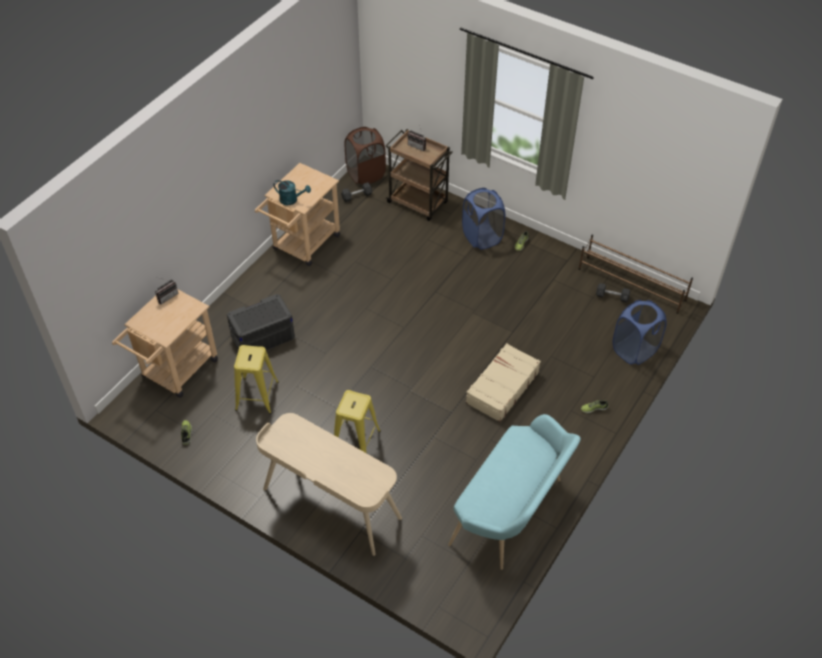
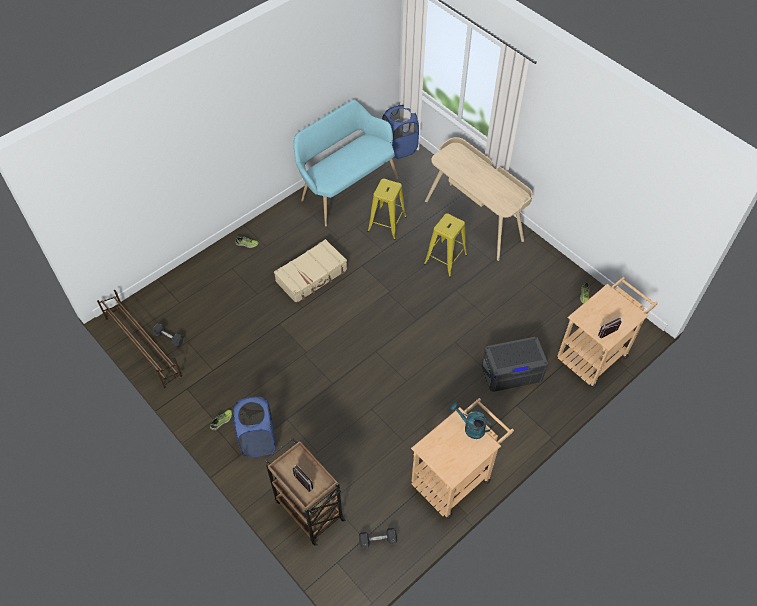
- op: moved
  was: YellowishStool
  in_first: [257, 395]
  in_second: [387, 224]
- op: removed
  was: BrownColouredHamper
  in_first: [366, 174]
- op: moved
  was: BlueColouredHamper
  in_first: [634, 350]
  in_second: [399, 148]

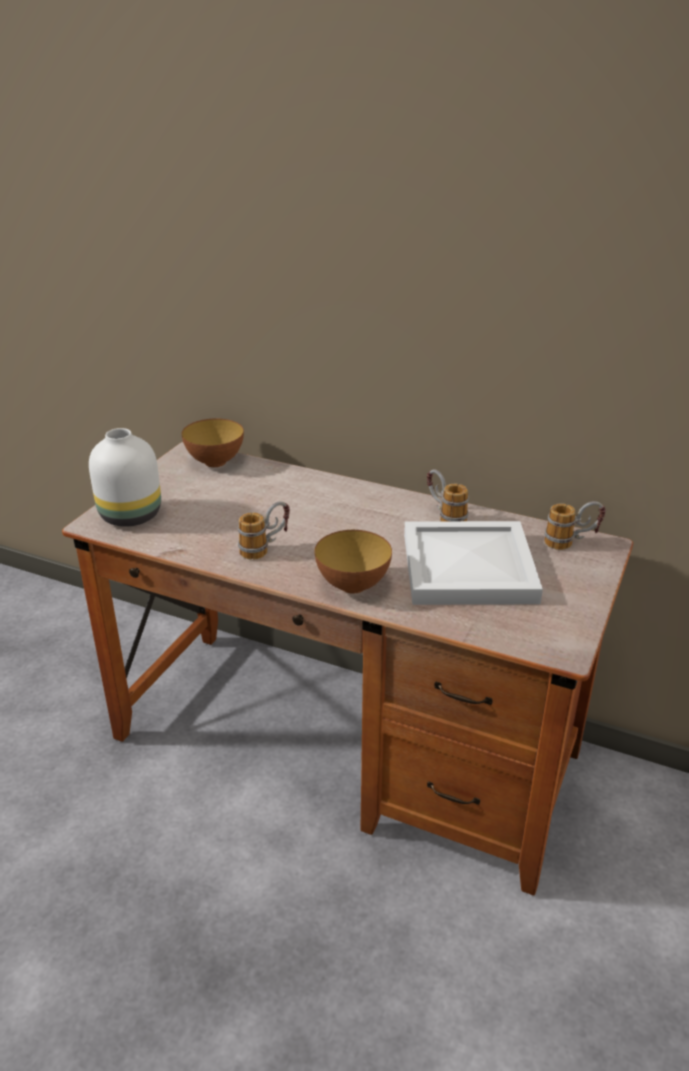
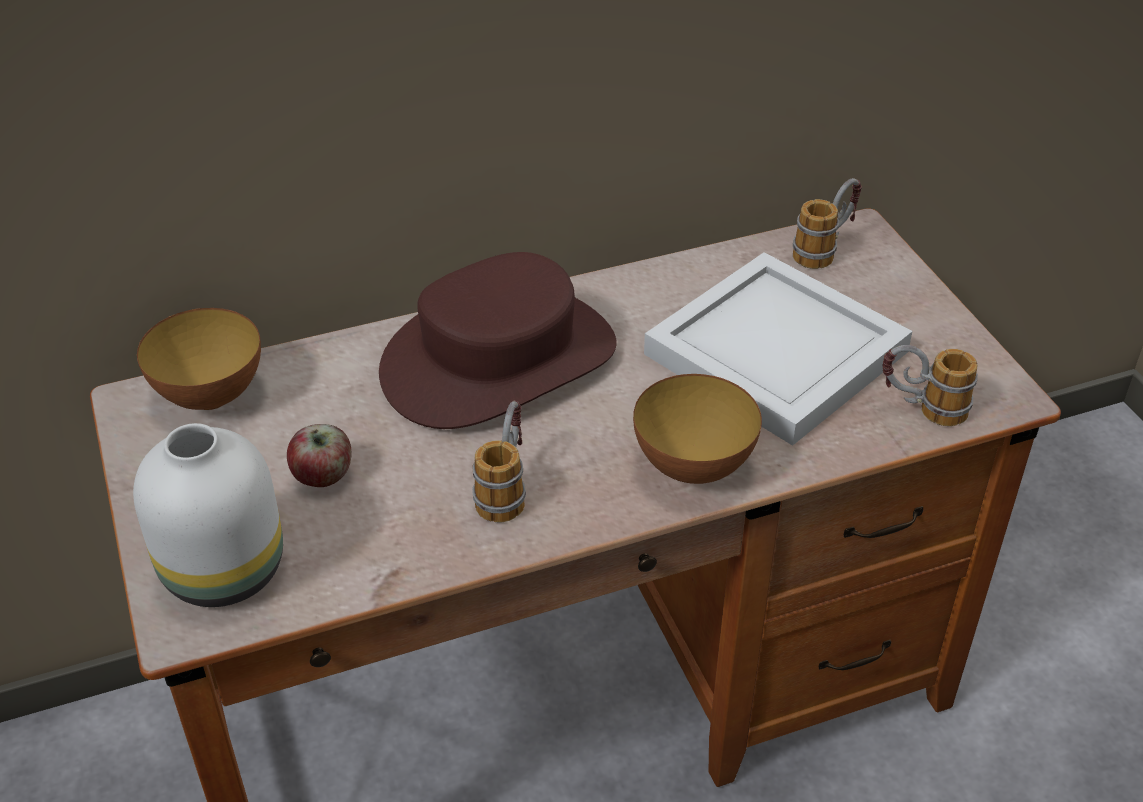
- op: moved
  was: CoffeeMug
  in_first: [444, 516]
  in_second: [921, 409]
- op: added
  now: AppleFruit
  in_second: [323, 476]
- op: added
  now: BrownColouredWearableHat
  in_second: [499, 359]

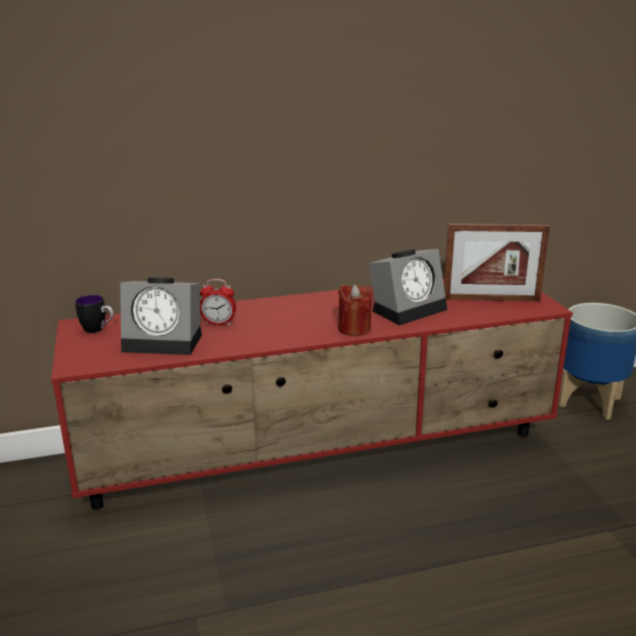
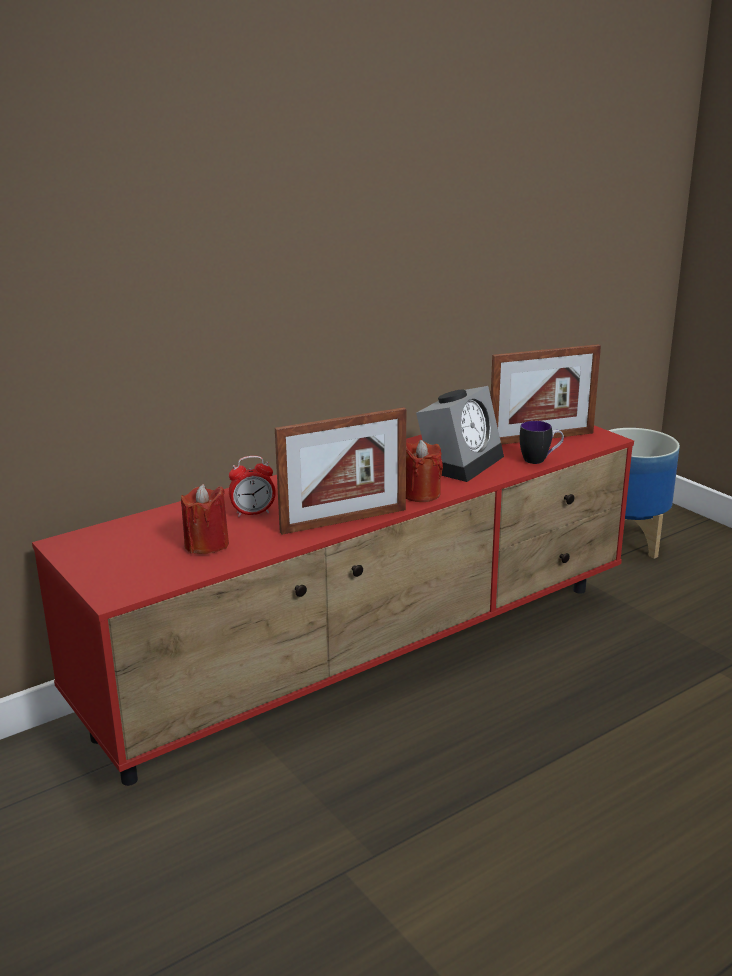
- op: moved
  was: CoffeeMug
  in_first: [98, 330]
  in_second: [540, 460]
- op: replaced
  was: BedsideClock
  now: ReddishCandle
  in_first: [166, 341]
  in_second: [206, 544]
- op: added
  now: StandingFrame
  in_second: [344, 521]

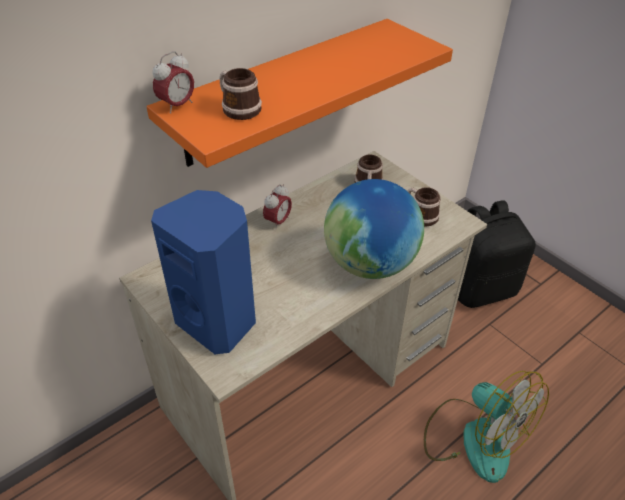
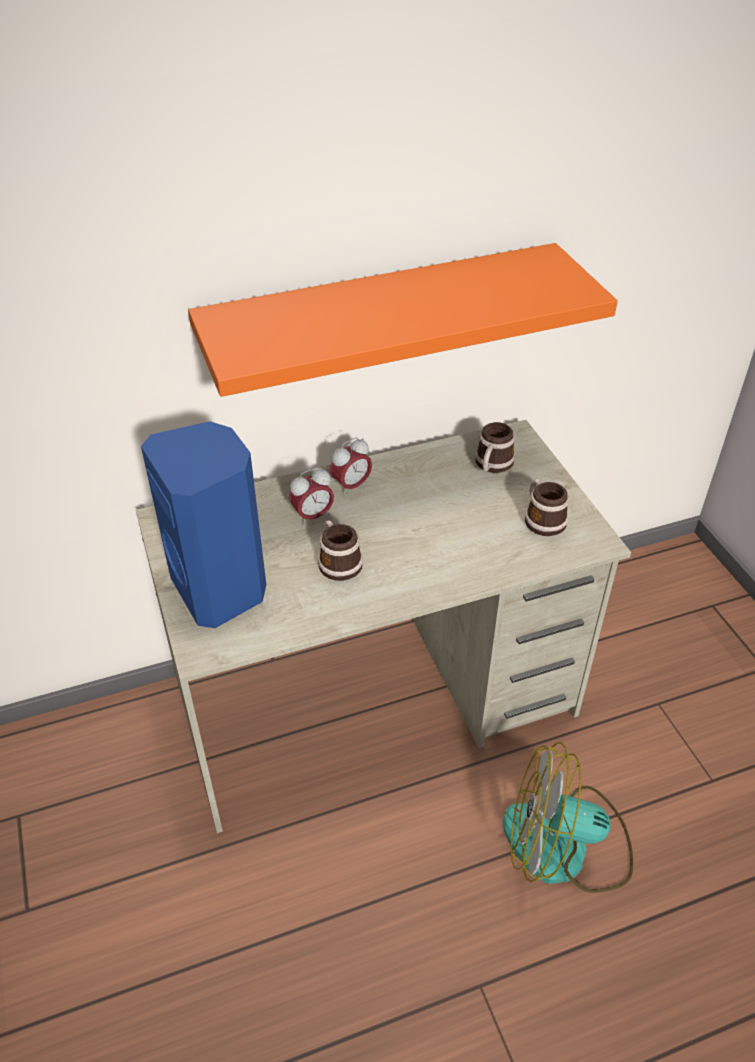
- op: moved
  was: BedsideClock
  in_first: [177, 106]
  in_second: [313, 516]
- op: moved
  was: CoffeeMug
  in_first: [238, 108]
  in_second: [338, 561]
- op: removed
  was: DeskGlobe
  in_first: [370, 264]
- op: turned
  was: CoolingFan
  in_first: [474, 437]
  in_second: [565, 848]
  clockwise: 120
- op: removed
  was: BlackColouredKnapsack
  in_first: [480, 288]

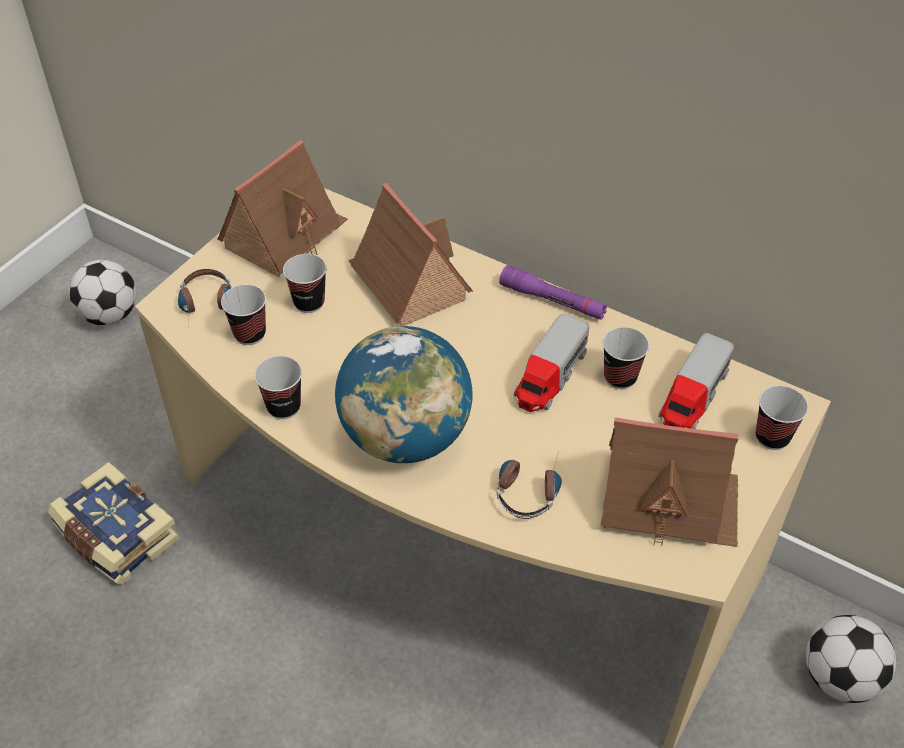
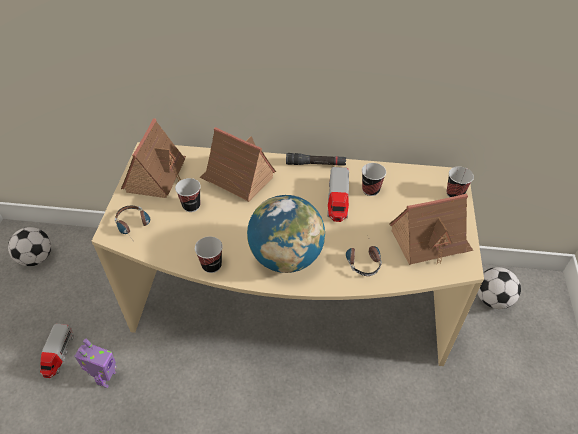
- op: replaced
  was: Volume
  now: RobotFigure
  in_first: [116, 536]
  in_second: [105, 378]
- op: removed
  was: DrinkingCup
  in_first: [250, 334]
- op: recoloured
  was: PurpleTorch
  now: BlackColouredTorch
  in_first: [552, 301]
  in_second: [315, 164]
- op: moved
  was: ModelTruck
  in_first: [692, 397]
  in_second: [58, 354]

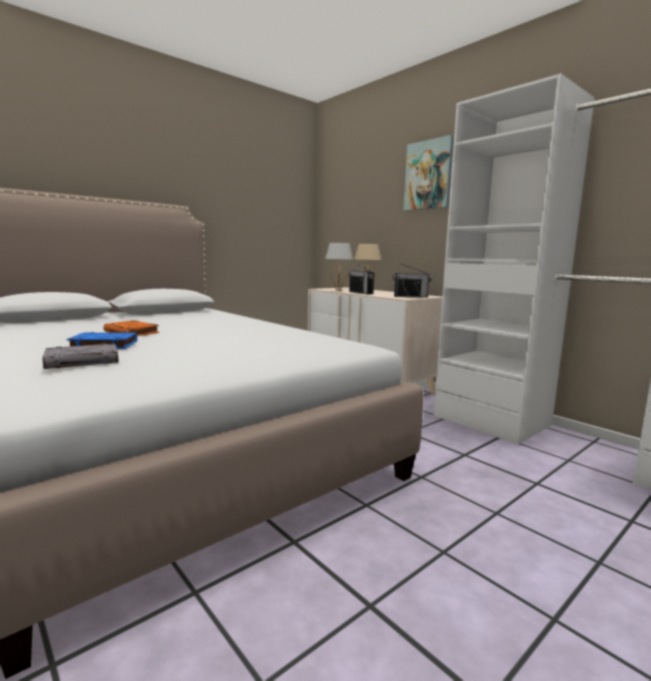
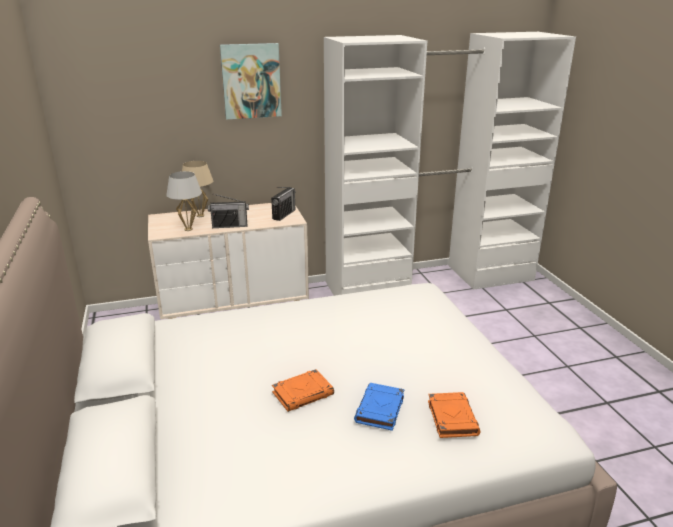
- op: recoloured
  was: GreyishVolume
  now: OrangeVolume
  in_first: [83, 361]
  in_second: [451, 417]

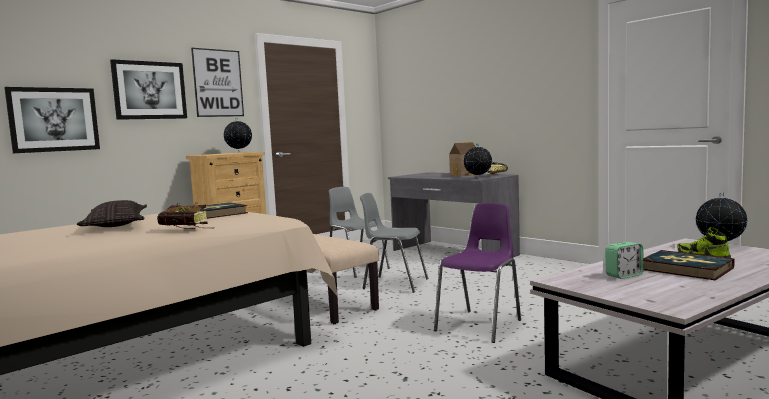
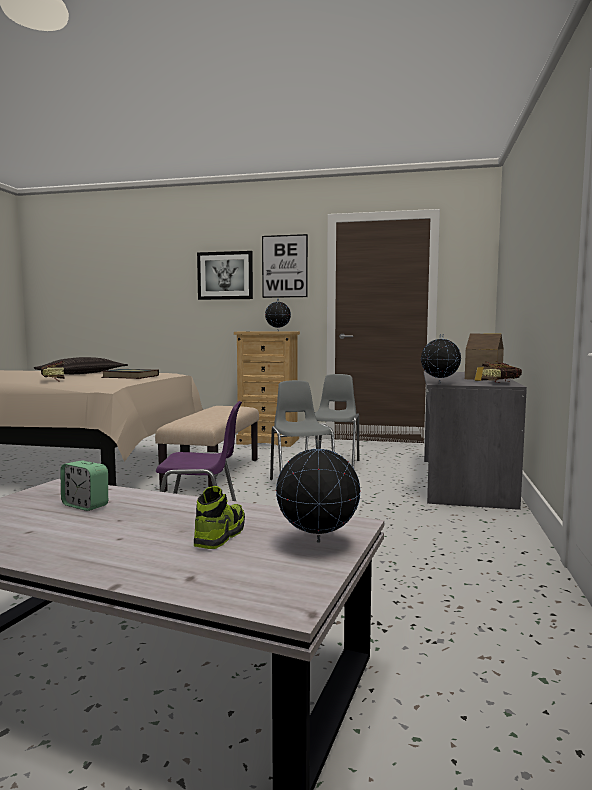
- op: removed
  was: WallPicture
  in_first: [54, 119]
- op: removed
  was: Volume
  in_first: [686, 269]

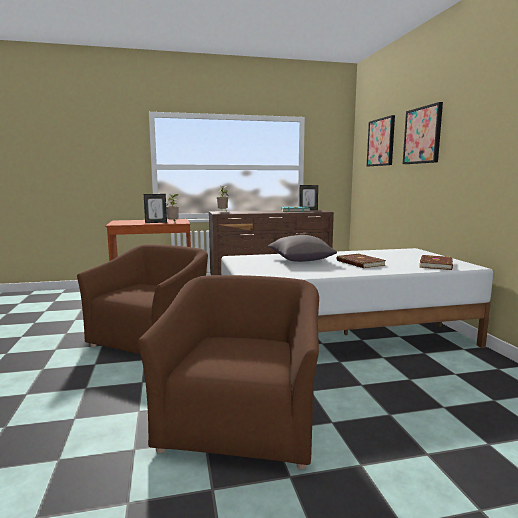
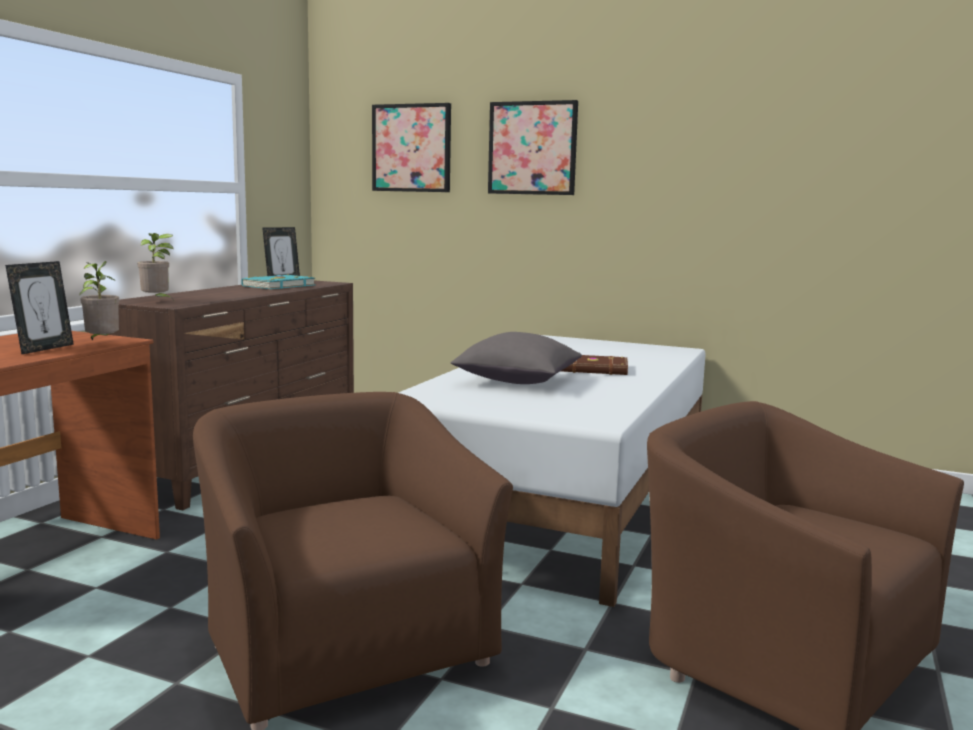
- op: removed
  was: BrownColouredVolume
  in_first: [437, 265]

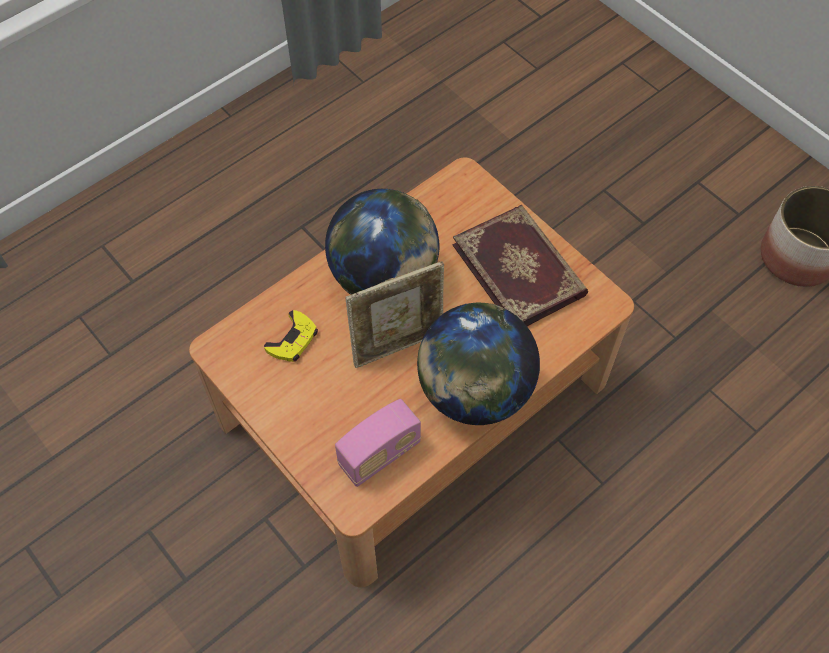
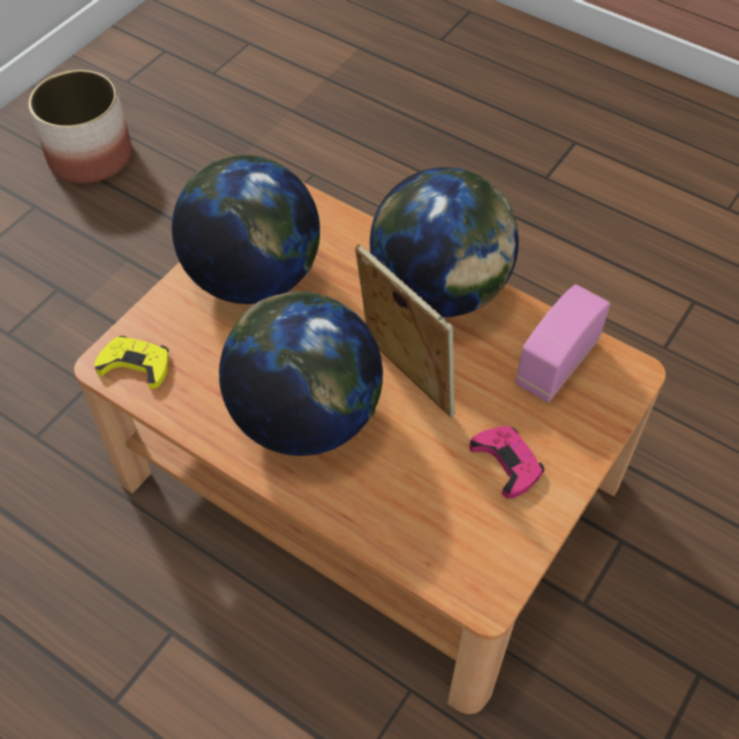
- op: moved
  was: YellowishJoypad
  in_first: [293, 340]
  in_second: [136, 365]
- op: turned
  was: RadioSet
  in_first: [379, 454]
  in_second: [556, 363]
  clockwise: -90
- op: replaced
  was: Volume
  now: DeskGlobe
  in_first: [520, 269]
  in_second: [253, 278]
- op: added
  now: PinkJoypad
  in_second: [507, 463]

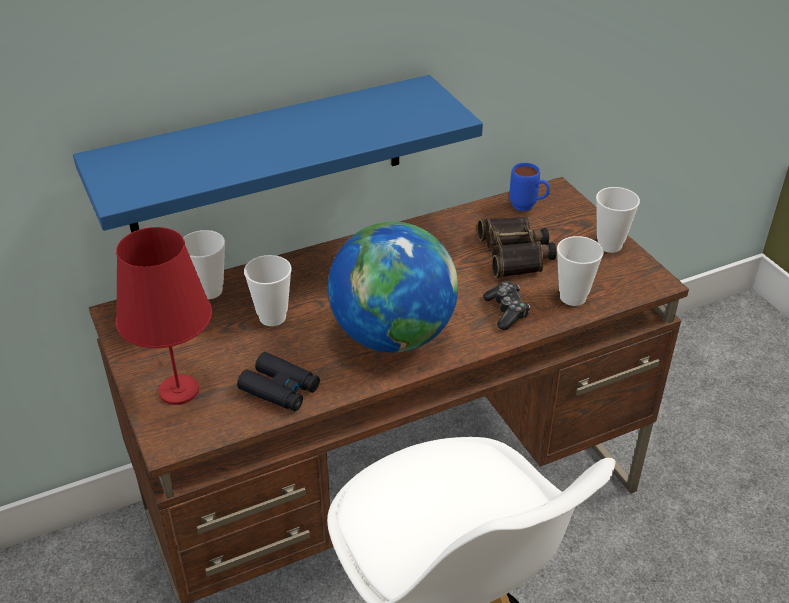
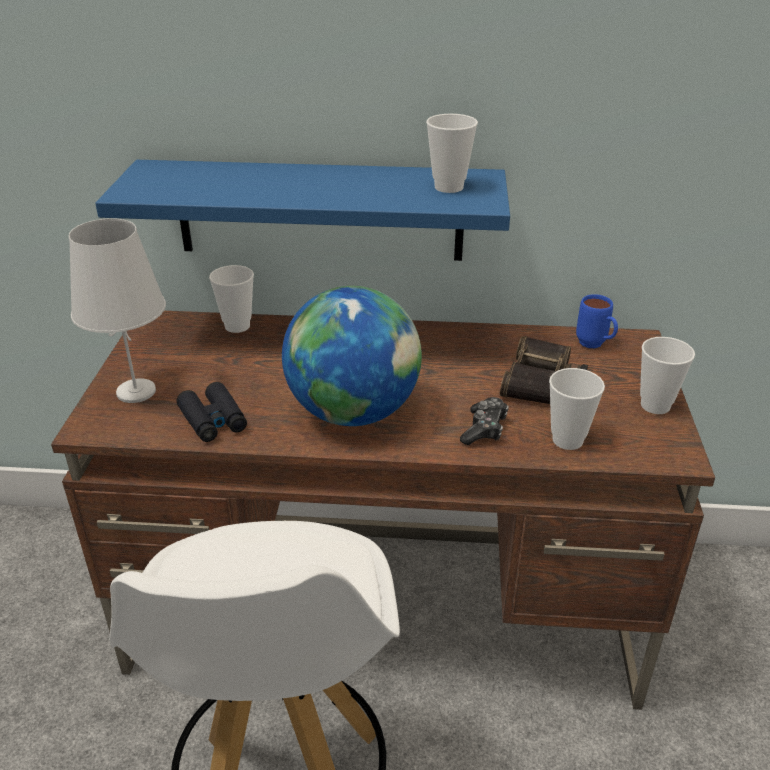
- op: recoloured
  was: ReddishTableLamp
  now: WhitishTableLamp
  in_first: [179, 390]
  in_second: [137, 391]
- op: moved
  was: DrinkingCup
  in_first: [272, 317]
  in_second: [449, 187]

